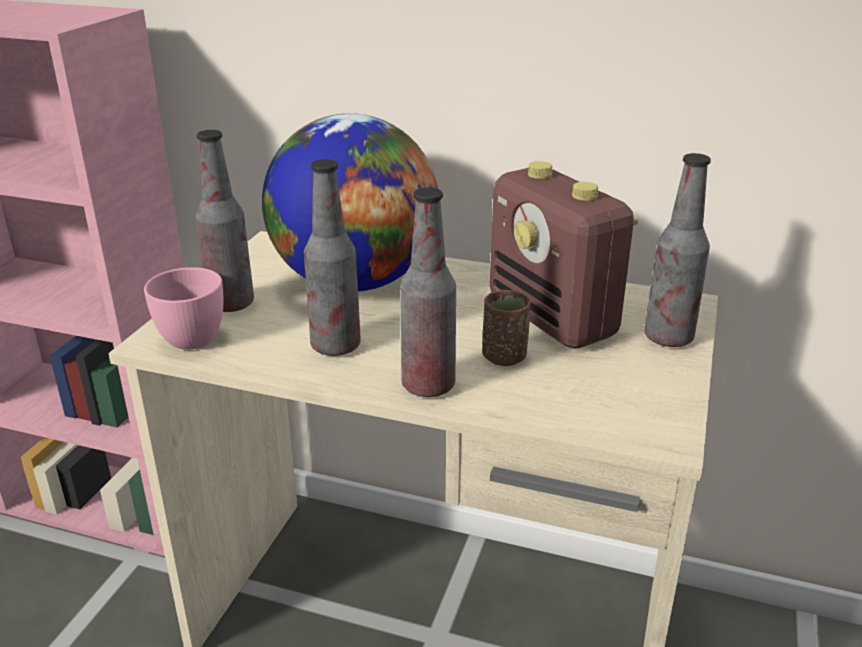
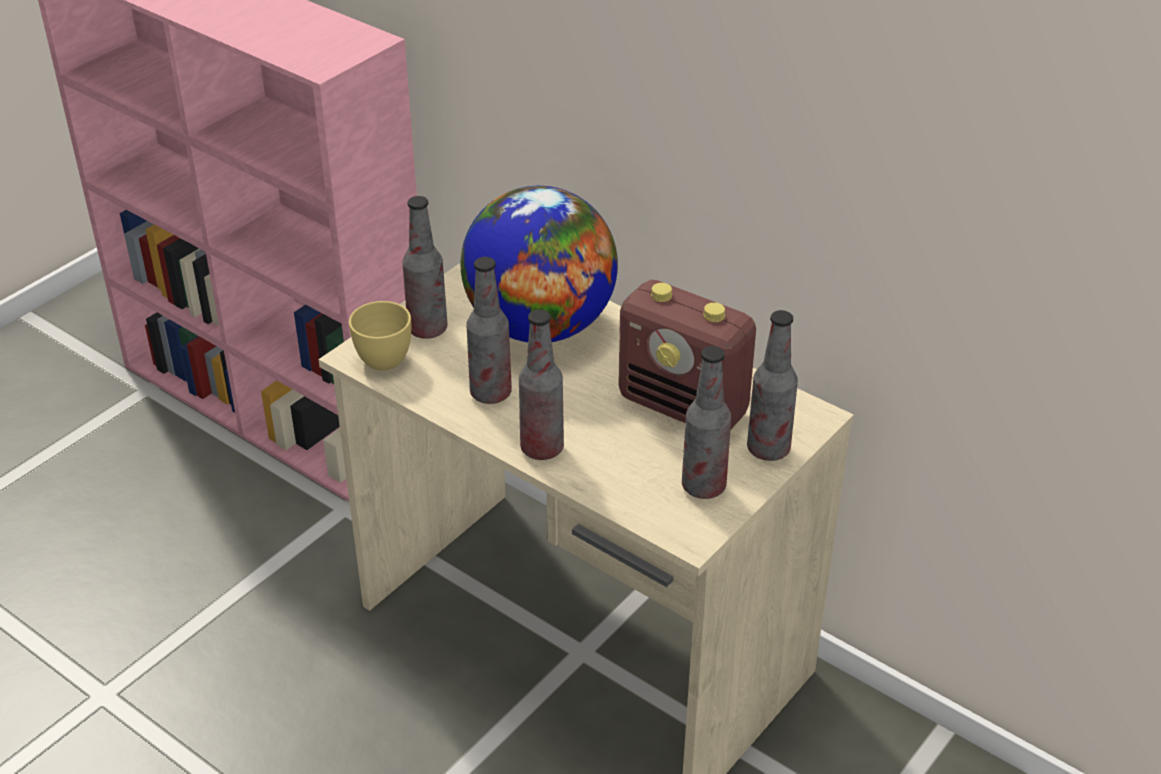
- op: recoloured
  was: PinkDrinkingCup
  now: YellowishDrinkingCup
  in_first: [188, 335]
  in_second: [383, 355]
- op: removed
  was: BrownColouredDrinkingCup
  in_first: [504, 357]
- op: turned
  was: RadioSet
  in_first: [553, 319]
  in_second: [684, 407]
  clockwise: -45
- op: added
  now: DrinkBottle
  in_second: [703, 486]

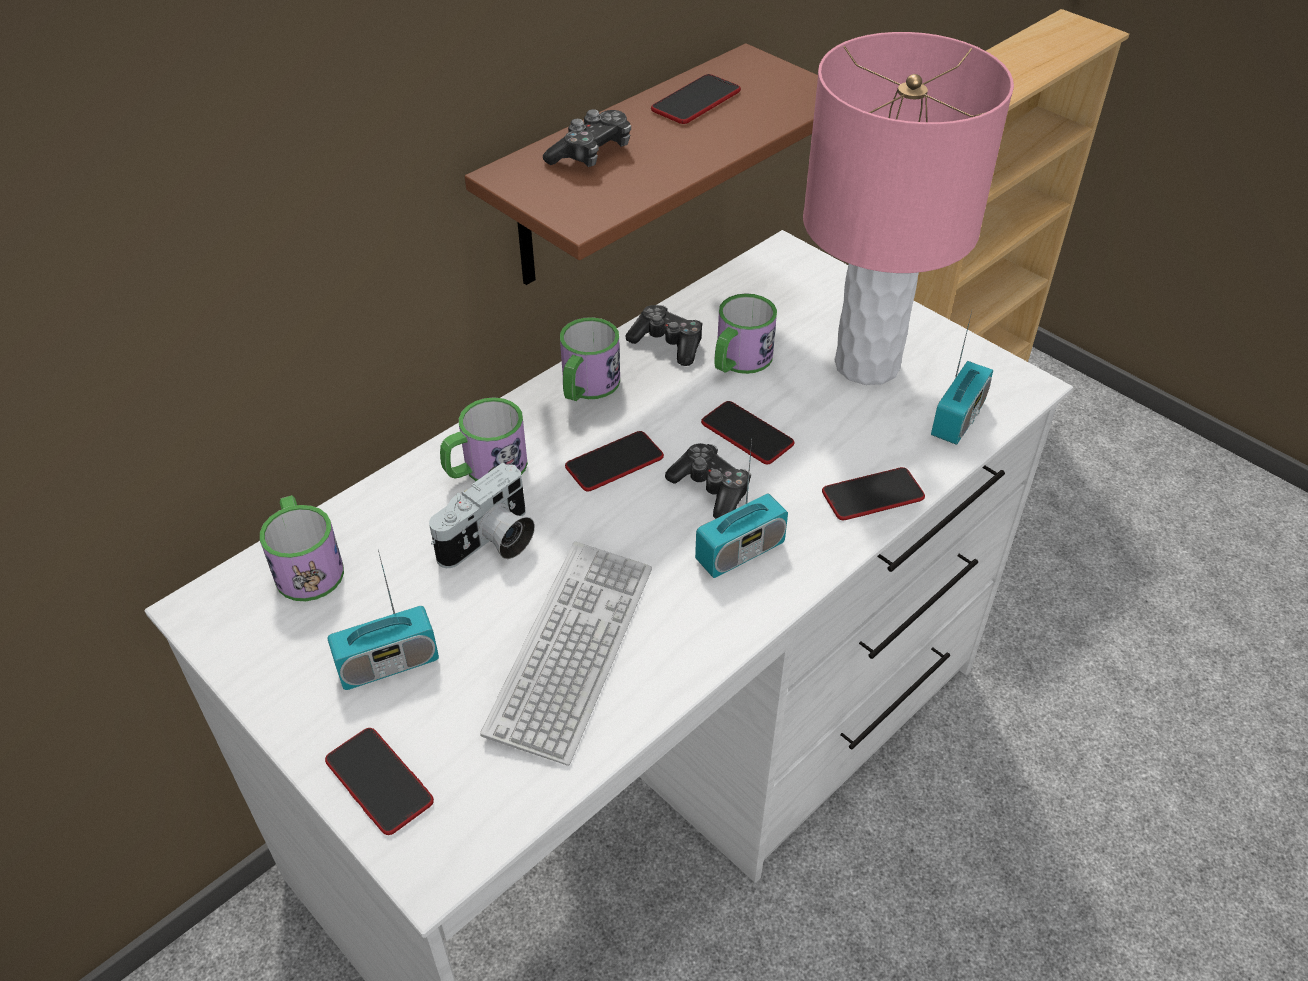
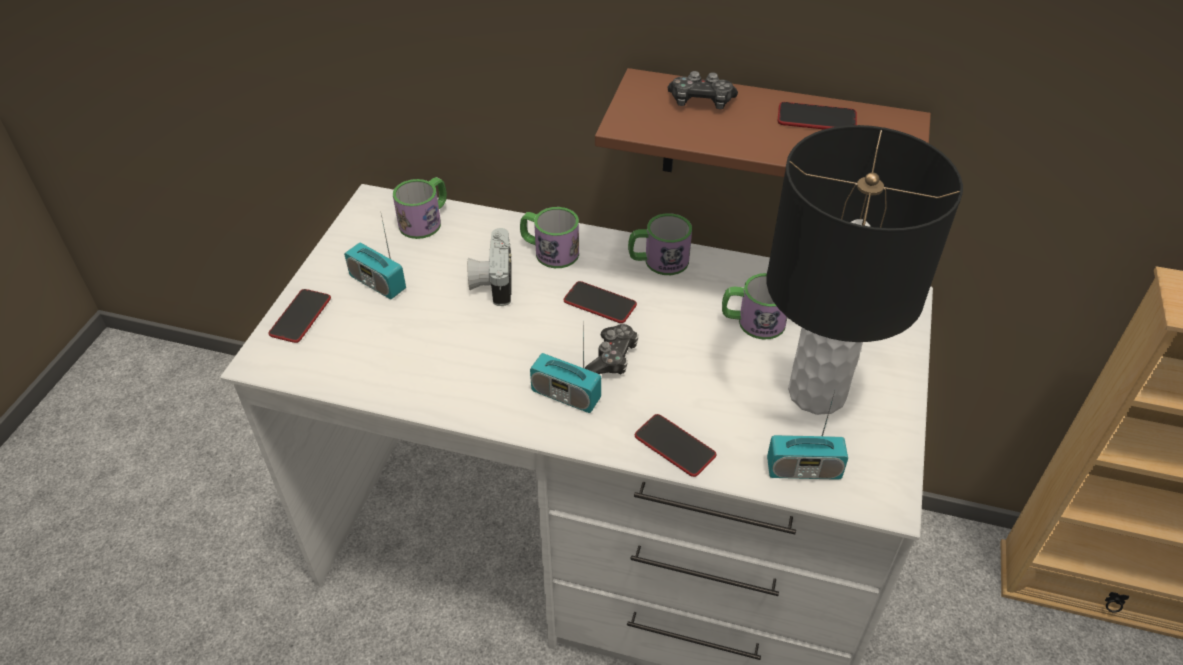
- op: turned
  was: StillCamera
  in_first: [491, 543]
  in_second: [492, 281]
  clockwise: 75
- op: removed
  was: Keyboard
  in_first: [572, 650]
- op: removed
  was: Joypad
  in_first: [668, 343]
- op: removed
  was: Telephone
  in_first: [747, 434]
- op: recoloured
  was: PinkTableLamp
  now: BlackColouredTableLamp
  in_first: [867, 363]
  in_second: [818, 393]

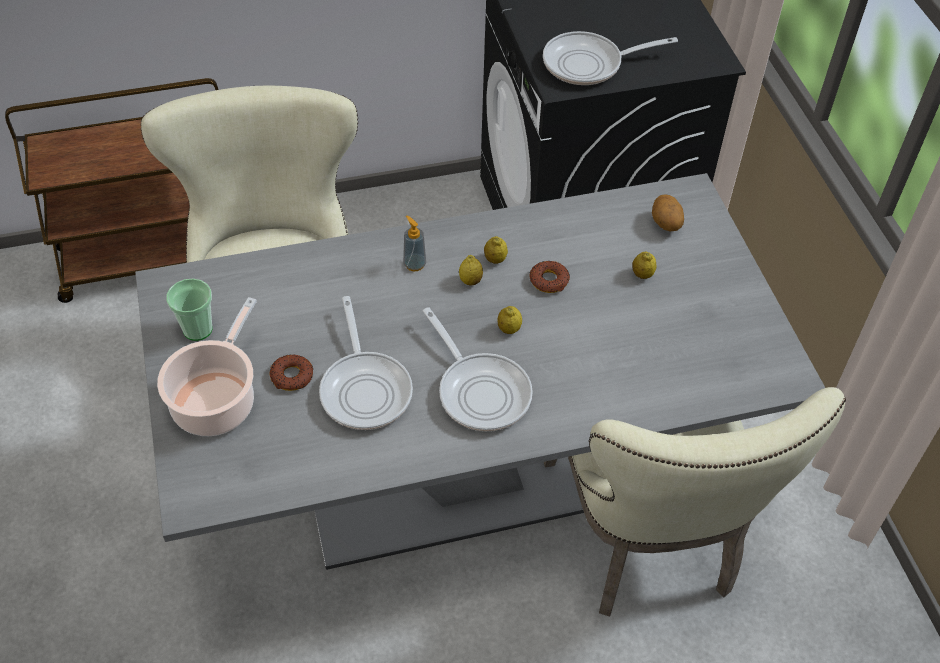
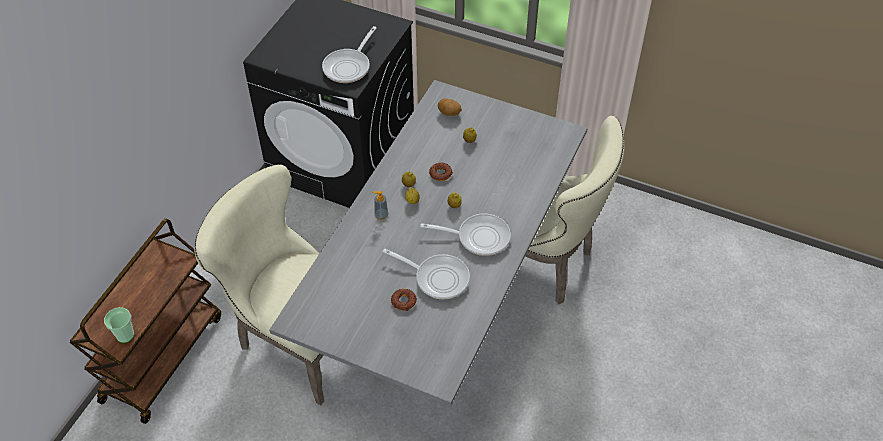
- op: removed
  was: Saucepot
  in_first: [216, 401]
- op: moved
  was: DrinkingCup
  in_first: [197, 329]
  in_second: [125, 335]

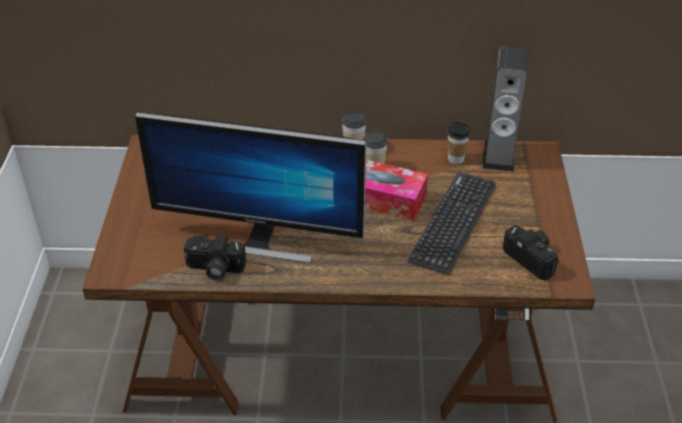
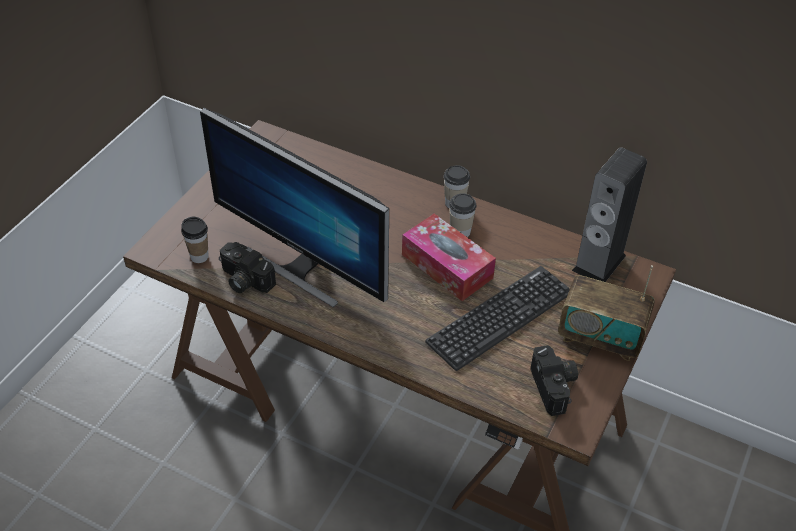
- op: moved
  was: DrinkingCup
  in_first: [455, 159]
  in_second: [199, 256]
- op: added
  now: RadioSet
  in_second: [600, 337]

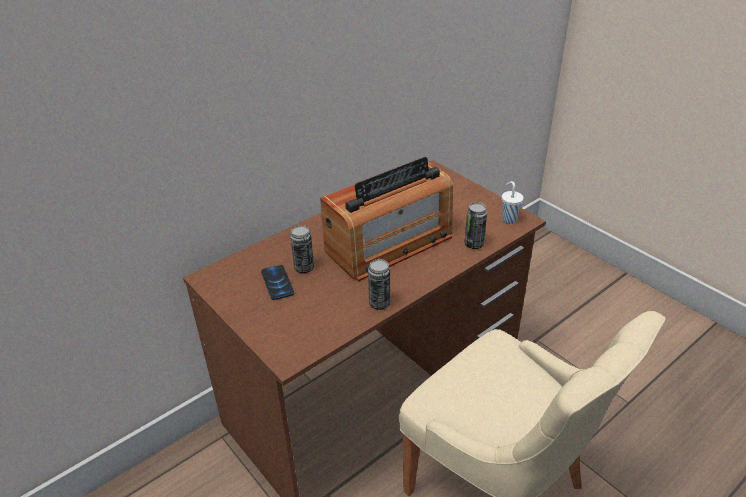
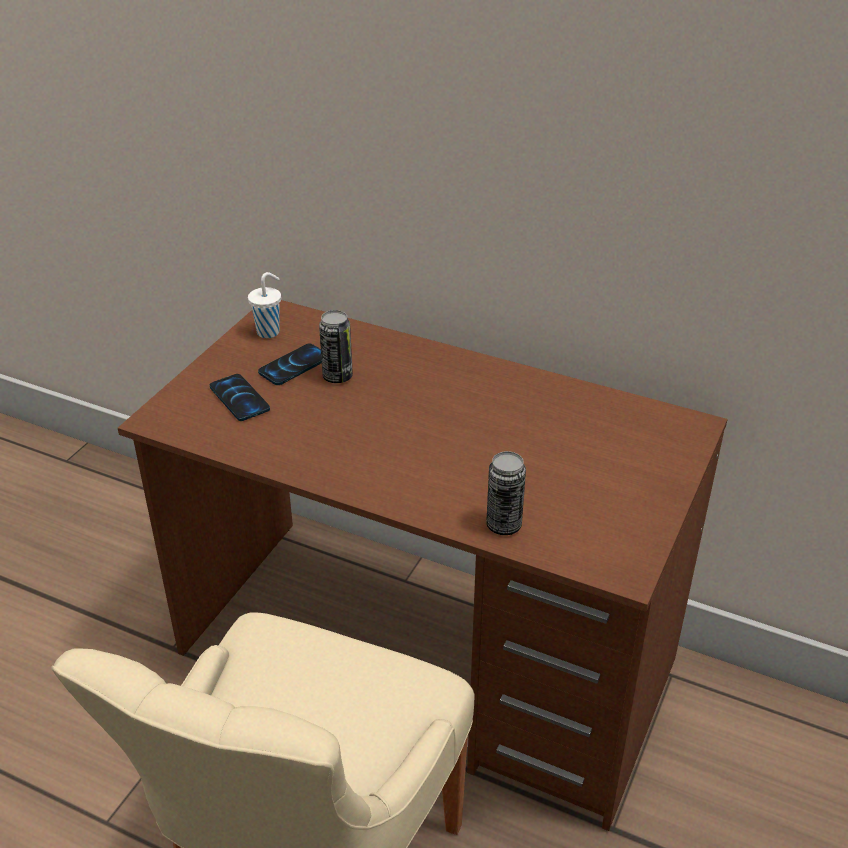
- op: removed
  was: RadioSet
  in_first: [389, 244]
- op: removed
  was: MetalCan
  in_first: [379, 303]
- op: moved
  was: WhitishDrinkingCup
  in_first: [508, 219]
  in_second: [269, 332]
- op: added
  now: Telephone
  in_second: [239, 398]

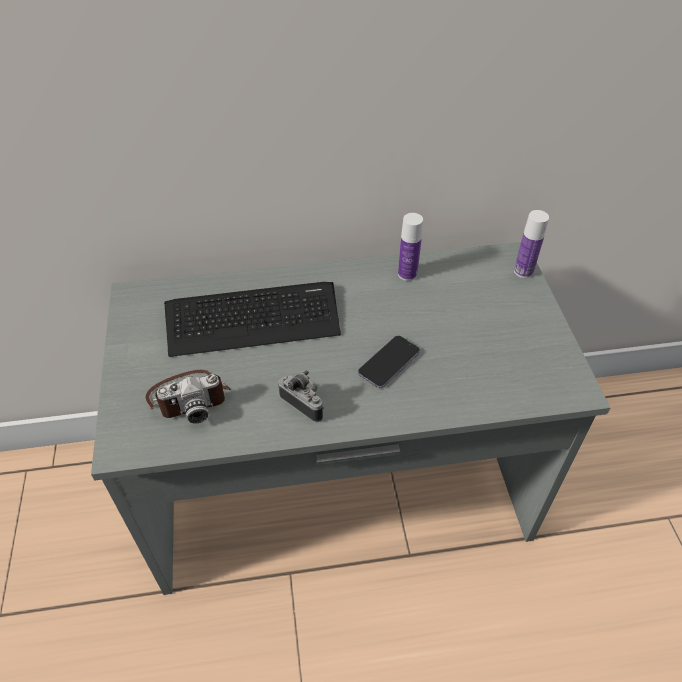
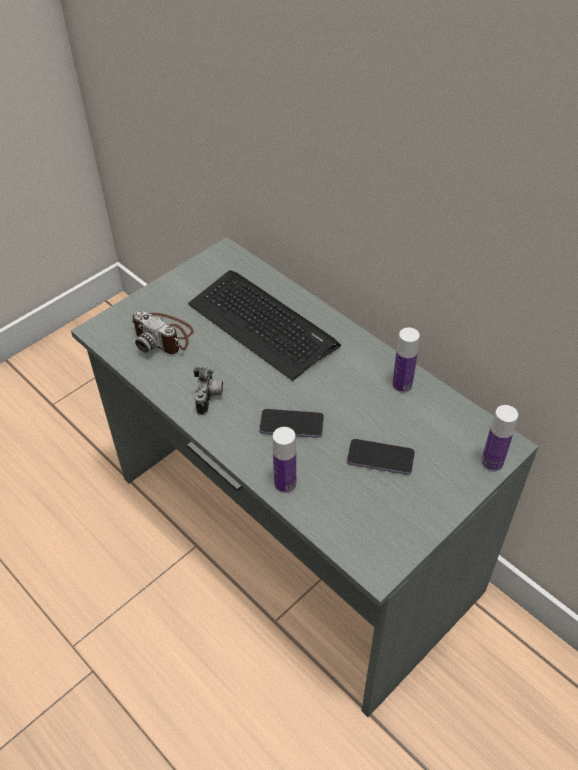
- op: added
  now: DrinkBottle
  in_second: [285, 484]
- op: added
  now: Telephone
  in_second: [380, 458]

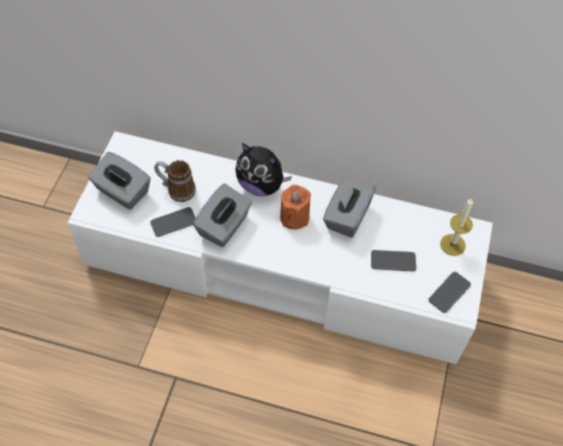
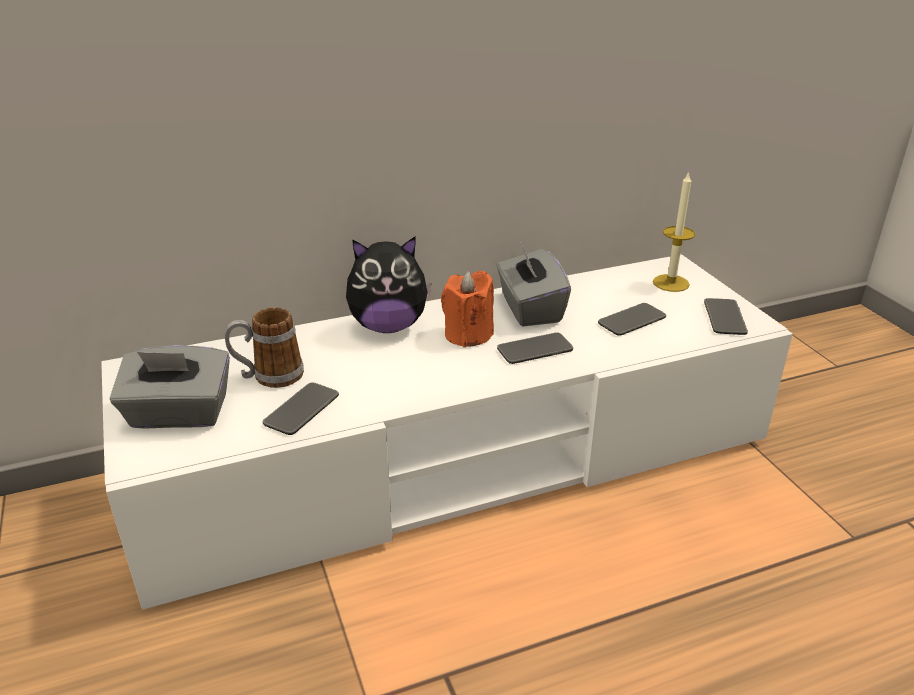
- op: removed
  was: GreyishTissueBox
  in_first: [224, 226]
- op: added
  now: Telephone
  in_second: [535, 350]

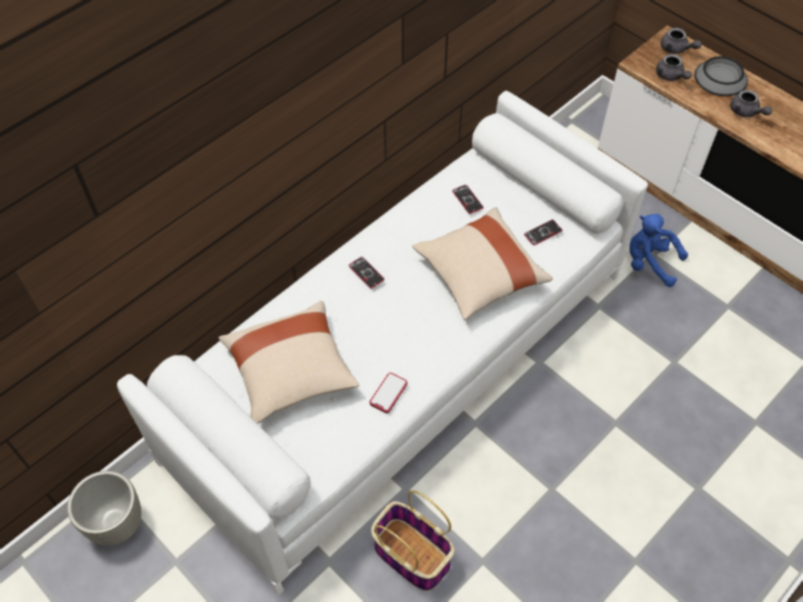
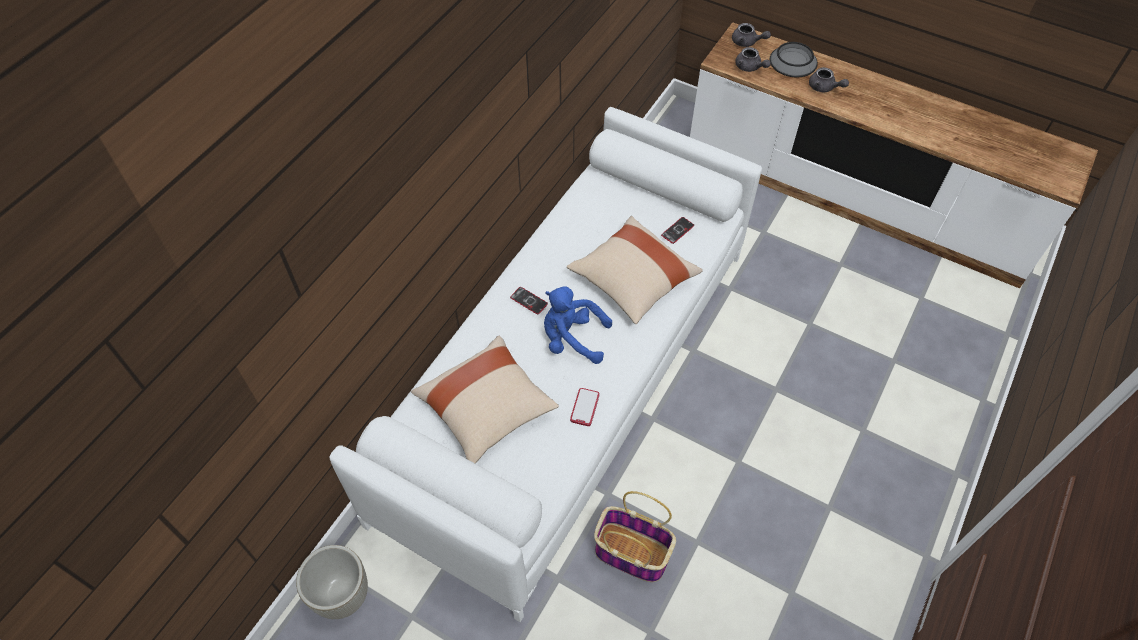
- op: removed
  was: Telephone
  in_first: [467, 199]
- op: moved
  was: BlueColouredSoftToy
  in_first: [649, 263]
  in_second: [572, 339]

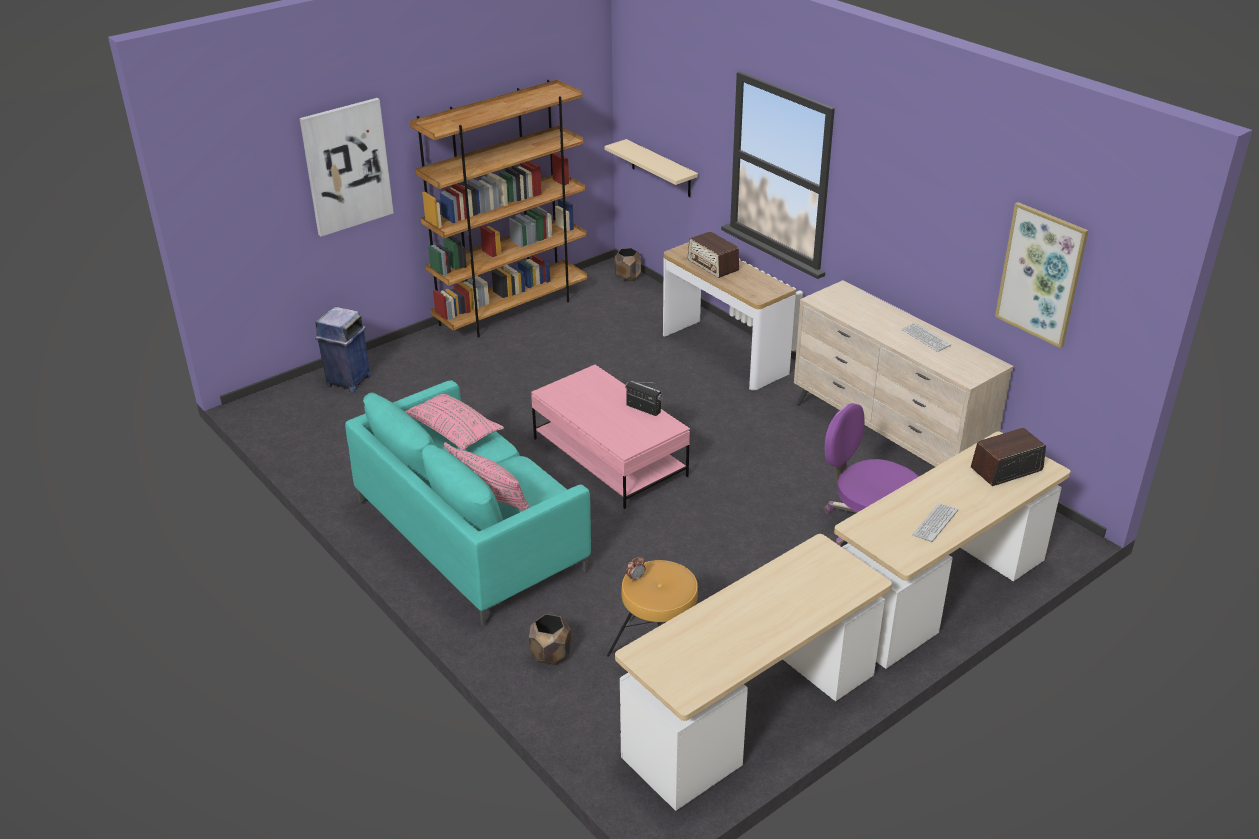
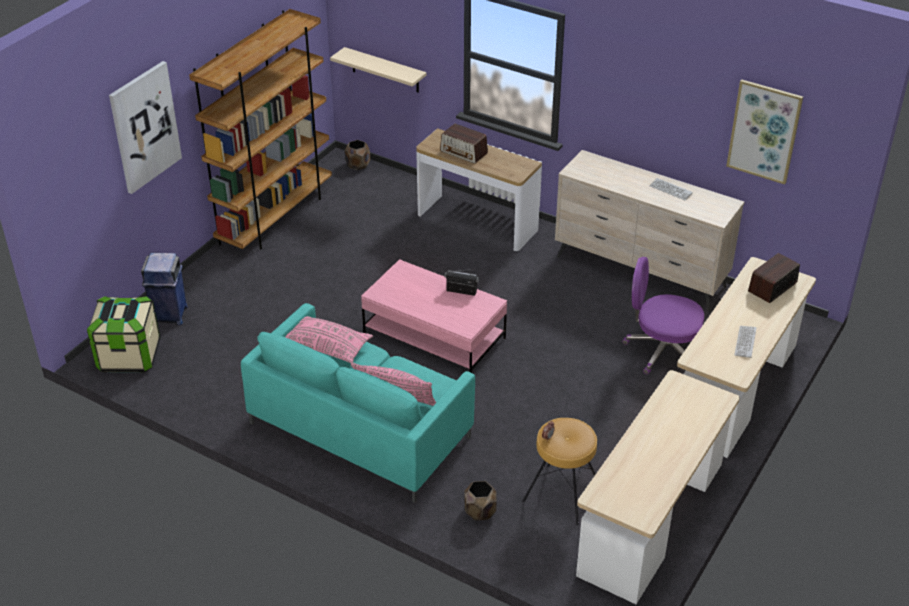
- op: added
  now: StorageContainer
  in_second: [129, 356]

